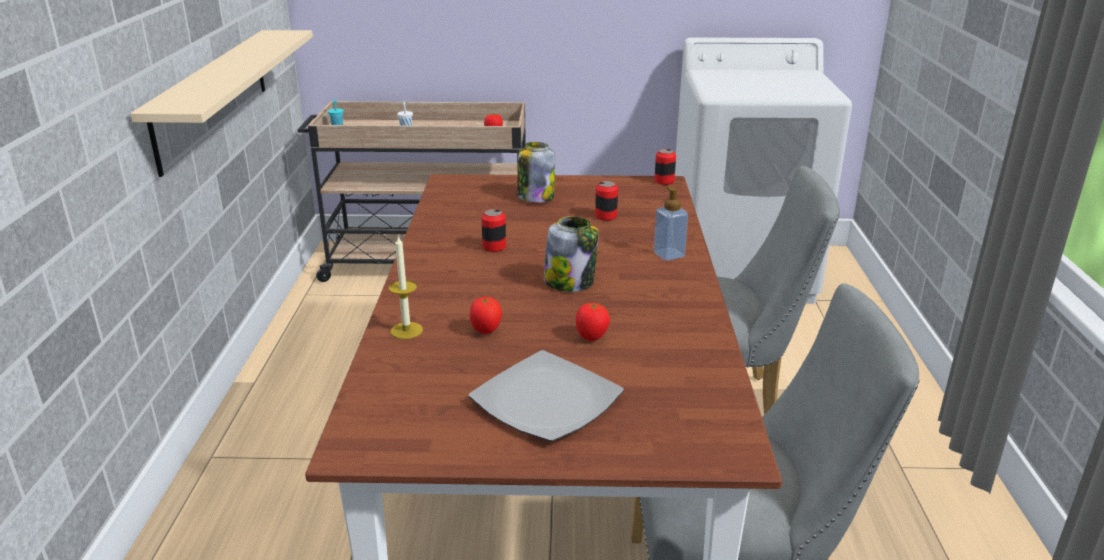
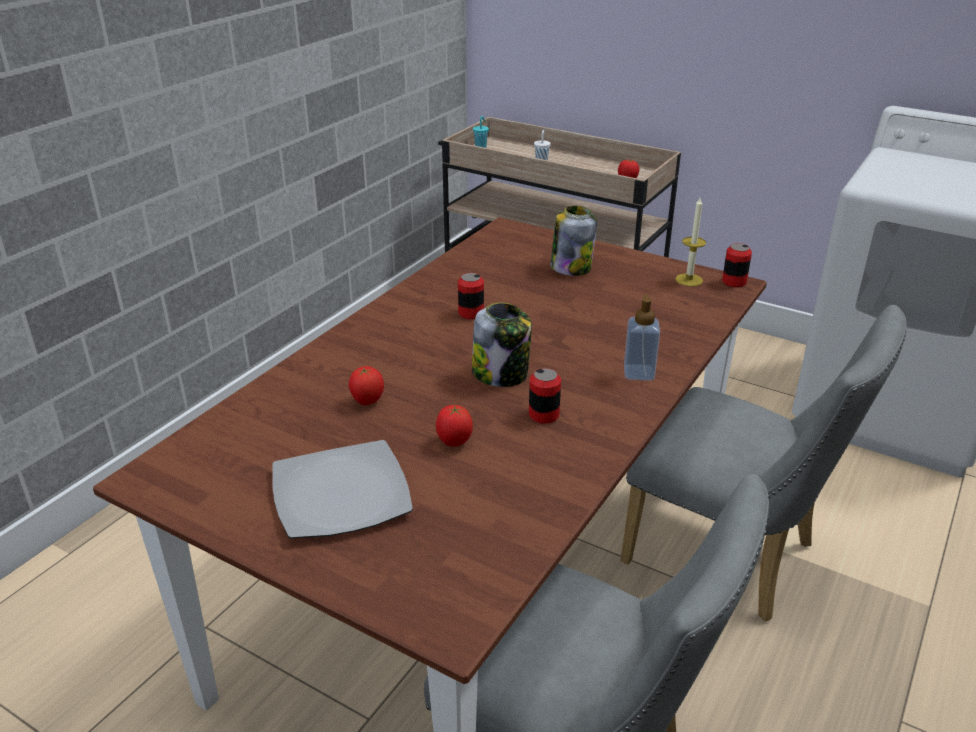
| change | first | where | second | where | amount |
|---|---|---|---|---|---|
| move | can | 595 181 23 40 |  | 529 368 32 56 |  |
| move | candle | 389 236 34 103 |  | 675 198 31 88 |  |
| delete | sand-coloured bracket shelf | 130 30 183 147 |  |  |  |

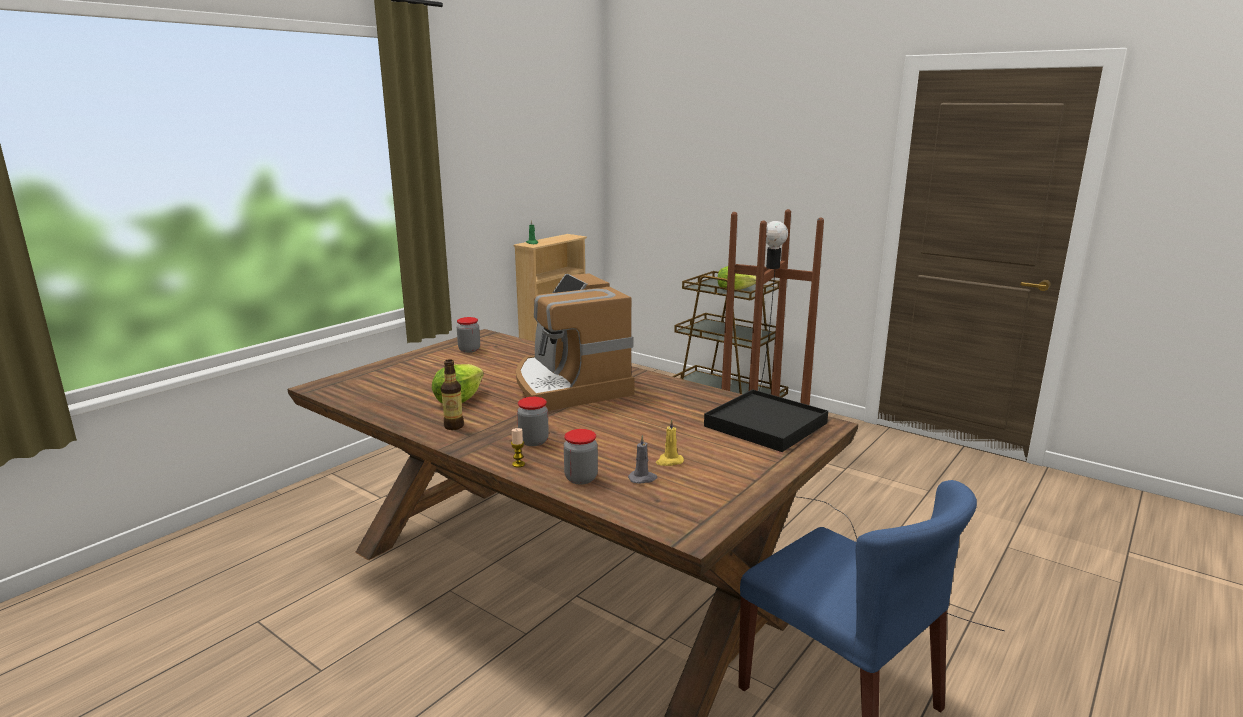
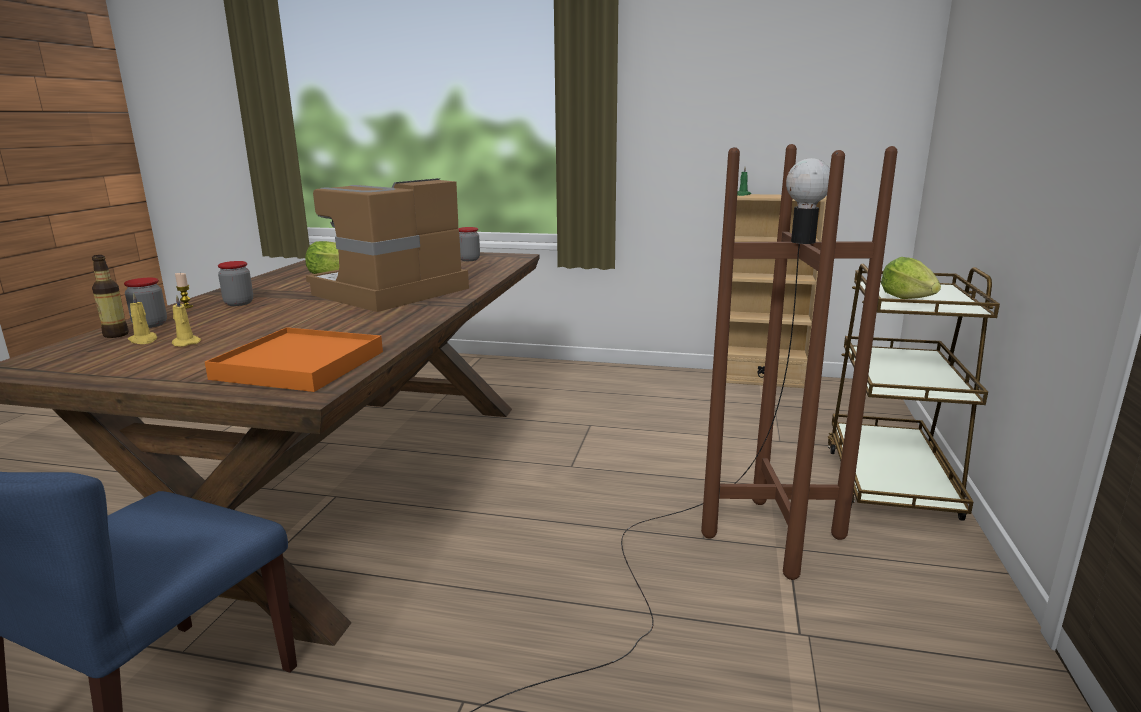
| change | first | where | second | where | amount |
|---|---|---|---|---|---|
| move | drink bottle | 441 359 23 71 |  | 92 255 37 83 |  |
| recolor | greyish candle | 628 435 29 49 | yellow-coloured candle | 128 293 29 51 |  |
| recolor | blackish serving tray | 704 389 124 63 | orange serving tray | 205 327 178 65 |  |

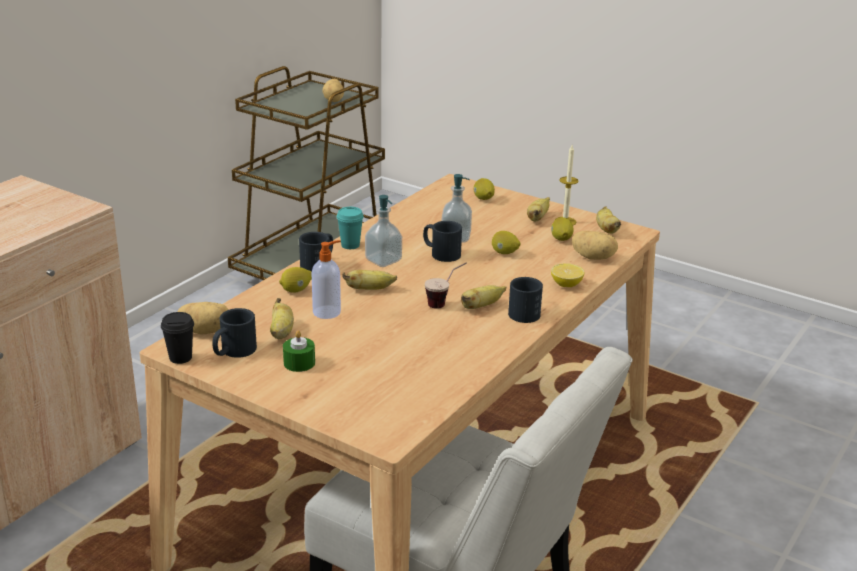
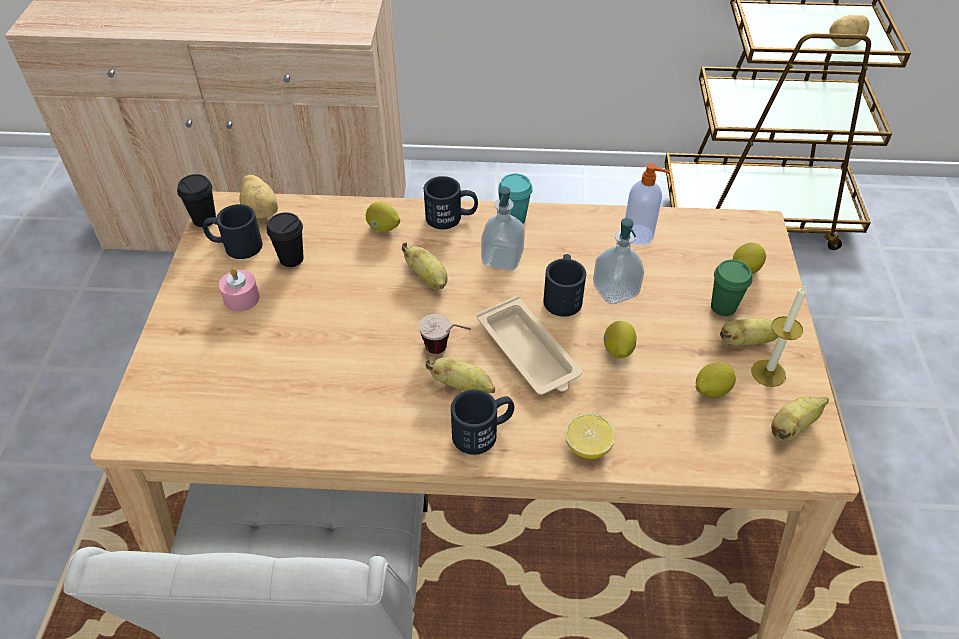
| change | first | where | second | where | amount |
|---|---|---|---|---|---|
| recolor | green-coloured candle | 283 330 32 42 | pink-coloured candle | 219 268 41 44 |  |
| replace | whole banana | 270 298 24 41 | blackish small cup | 267 212 37 55 |  |
| insert |  |  | sand-coloured serving tray | 477 296 105 99 |  |
| move | soap dispenser | 311 240 30 79 |  | 625 163 45 82 |  |
| insert |  |  | green-coloured small cup | 711 260 42 56 |  |
| delete | spud | 572 231 46 29 |  |  |  |

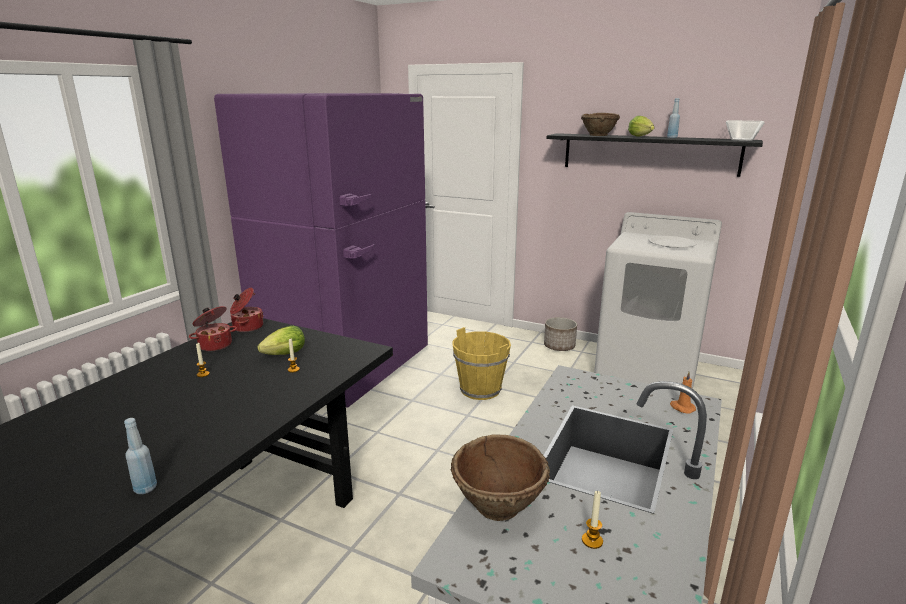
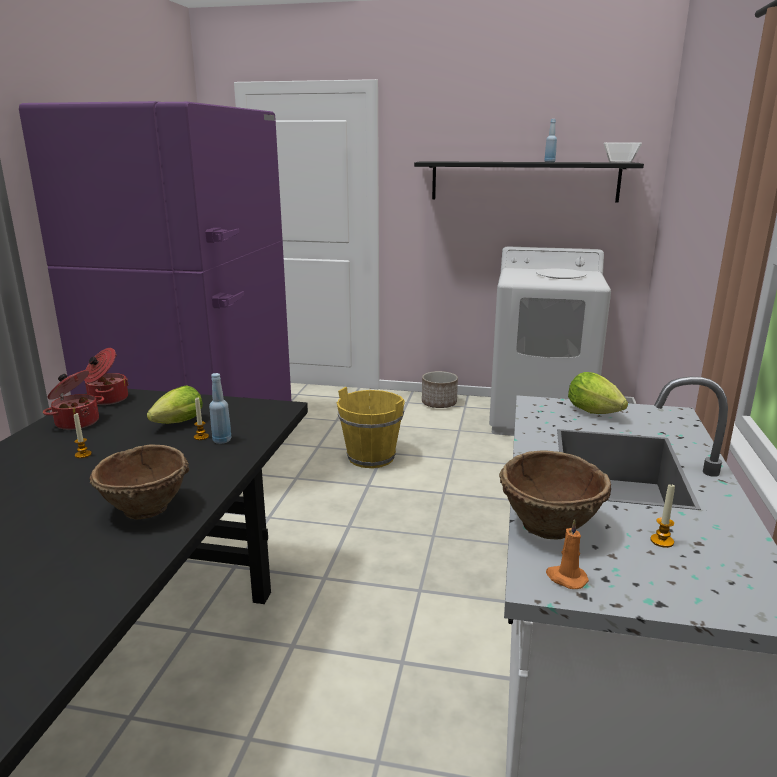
| change | first | where | second | where | amount |
|---|---|---|---|---|---|
| move | brown-coloured bowl | 581 113 39 23 |  | 89 444 100 75 |  |
| move | blue drink bottle | 124 418 33 76 |  | 209 373 23 71 |  |
| move | orange candle | 670 371 26 43 |  | 546 519 43 70 |  |
| move | lettuce | 628 116 27 20 |  | 568 372 60 42 |  |

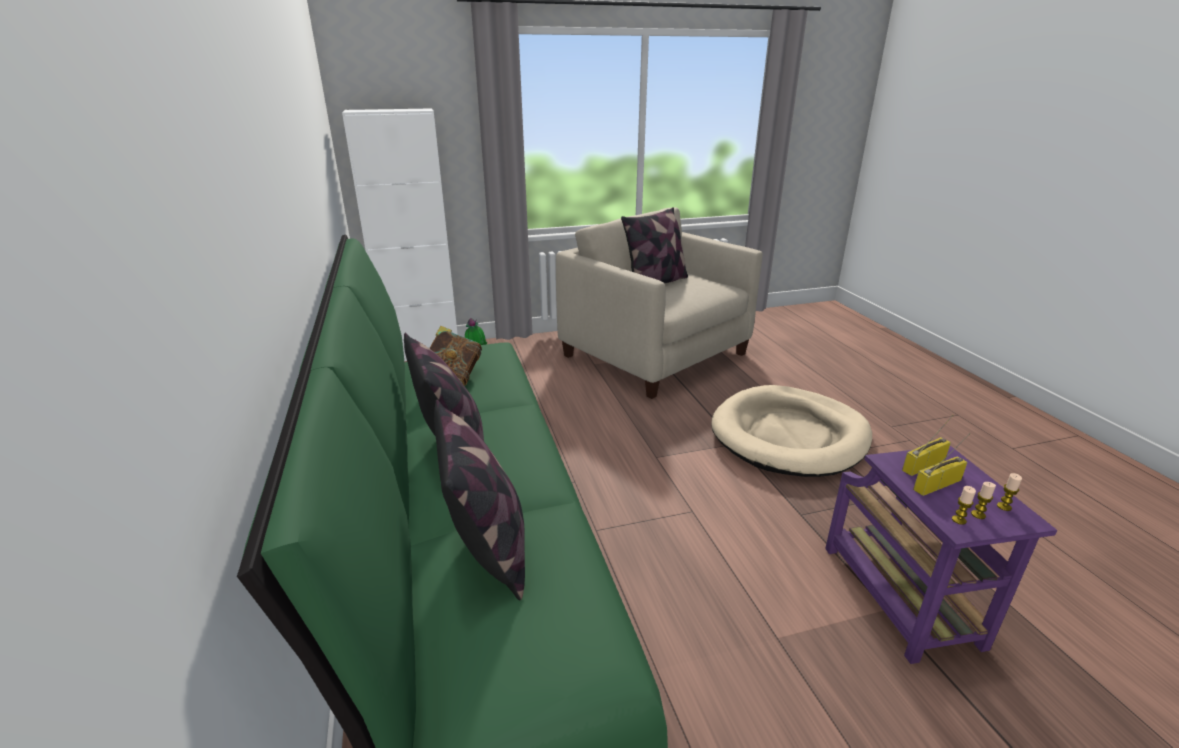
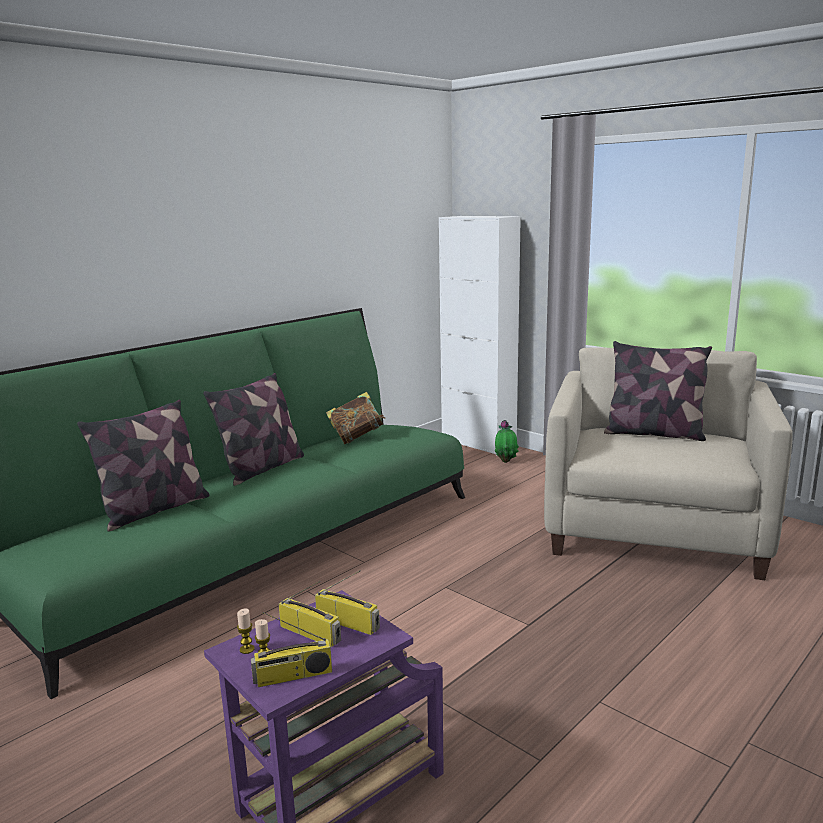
| change | first | where | second | where | amount |
|---|---|---|---|---|---|
| replace | candle | 997 473 25 38 | radio receiver | 251 612 81 75 |  |
| delete | sand-coloured dog cushion | 711 385 161 92 |  |  |  |

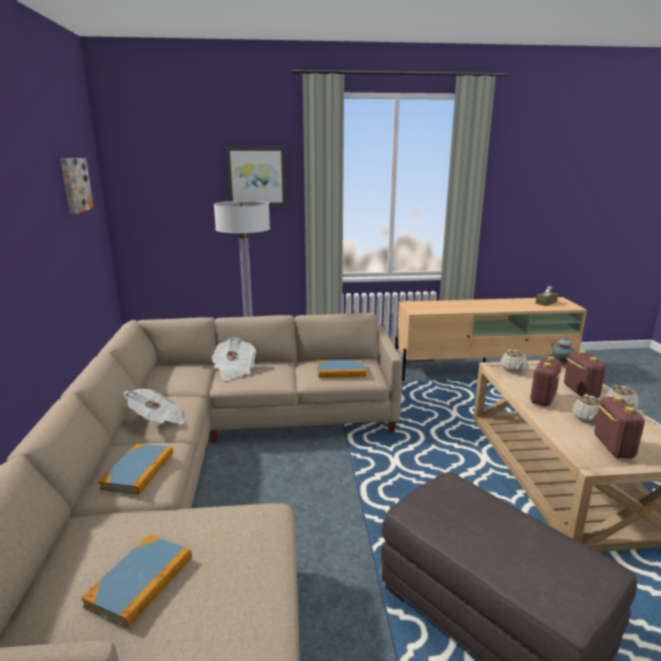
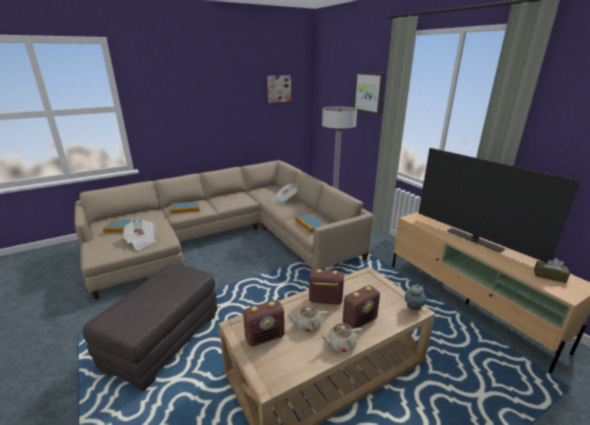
| change | first | where | second | where | amount |
|---|---|---|---|---|---|
| move | daily paper | 123 389 62 35 |  | 123 219 33 31 |  |
| insert |  |  | television | 419 148 161 115 |  |
| delete | sand-coloured pot for tea | 501 350 27 22 |  |  |  |

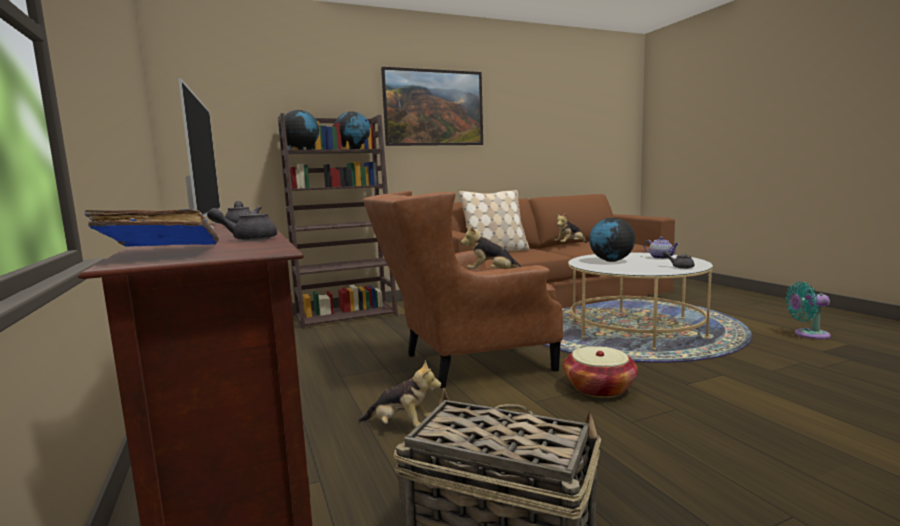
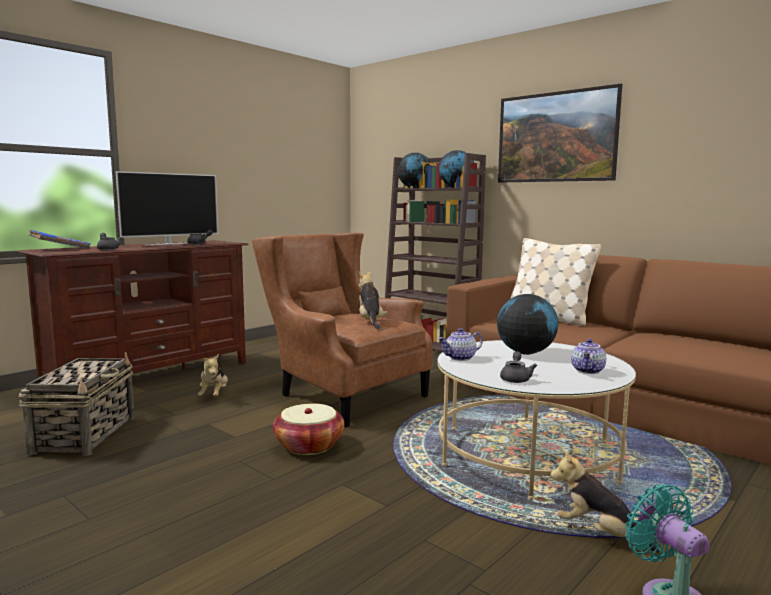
| change | first | where | second | where | amount |
|---|---|---|---|---|---|
| insert |  |  | pot for tea | 438 328 45 33 |  |
| move | cuddly toy | 554 213 33 30 |  | 550 449 110 104 |  |

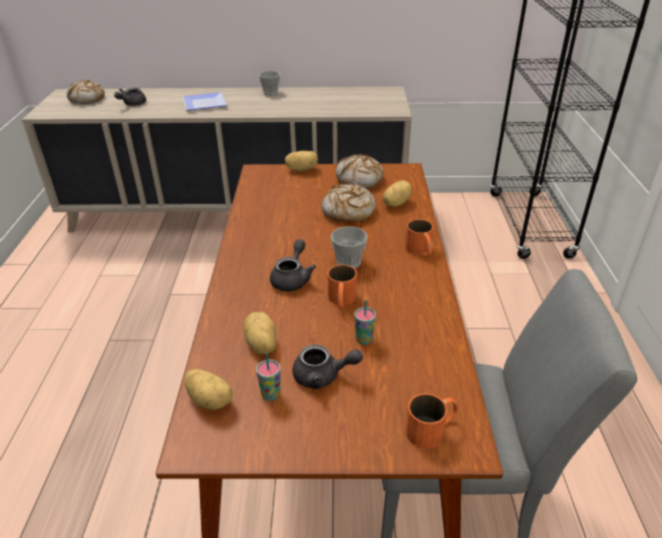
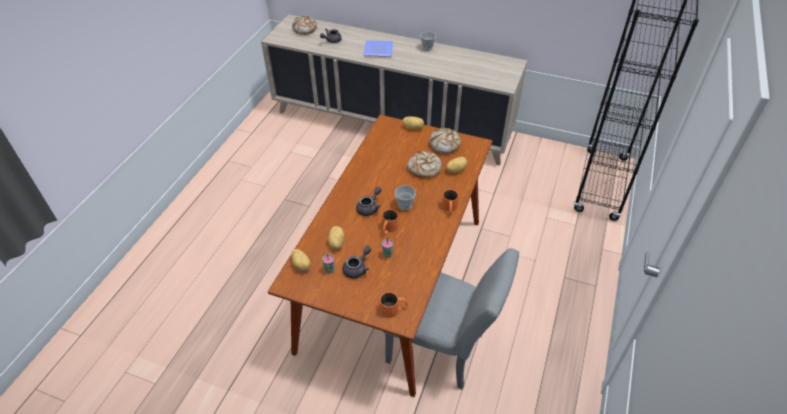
| change | first | where | second | where | amount |
|---|---|---|---|---|---|
| rotate | greyish pot for tea | 292 345 71 44 |  | 343 246 28 32 | 75 degrees counterclockwise |

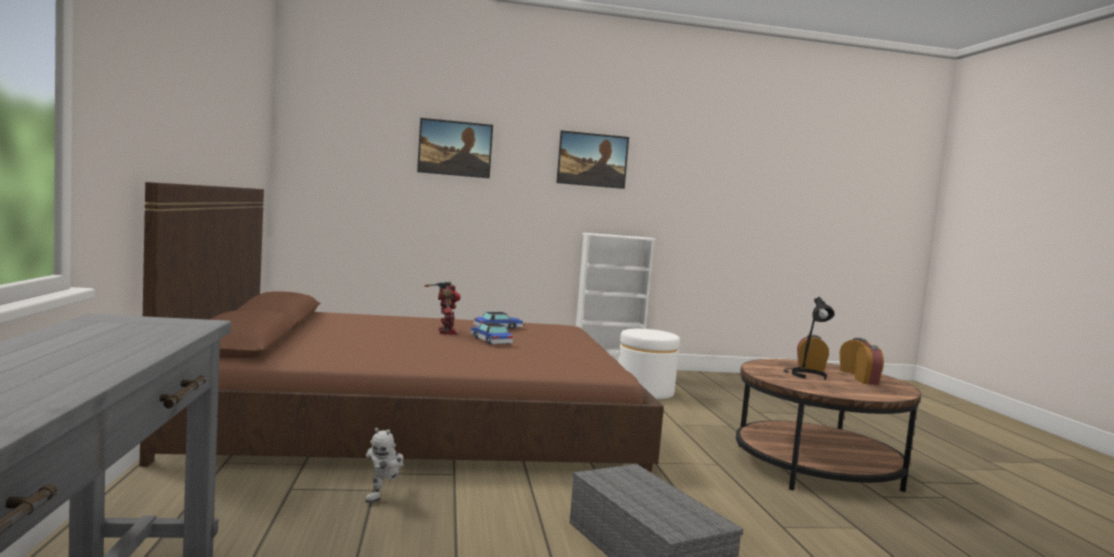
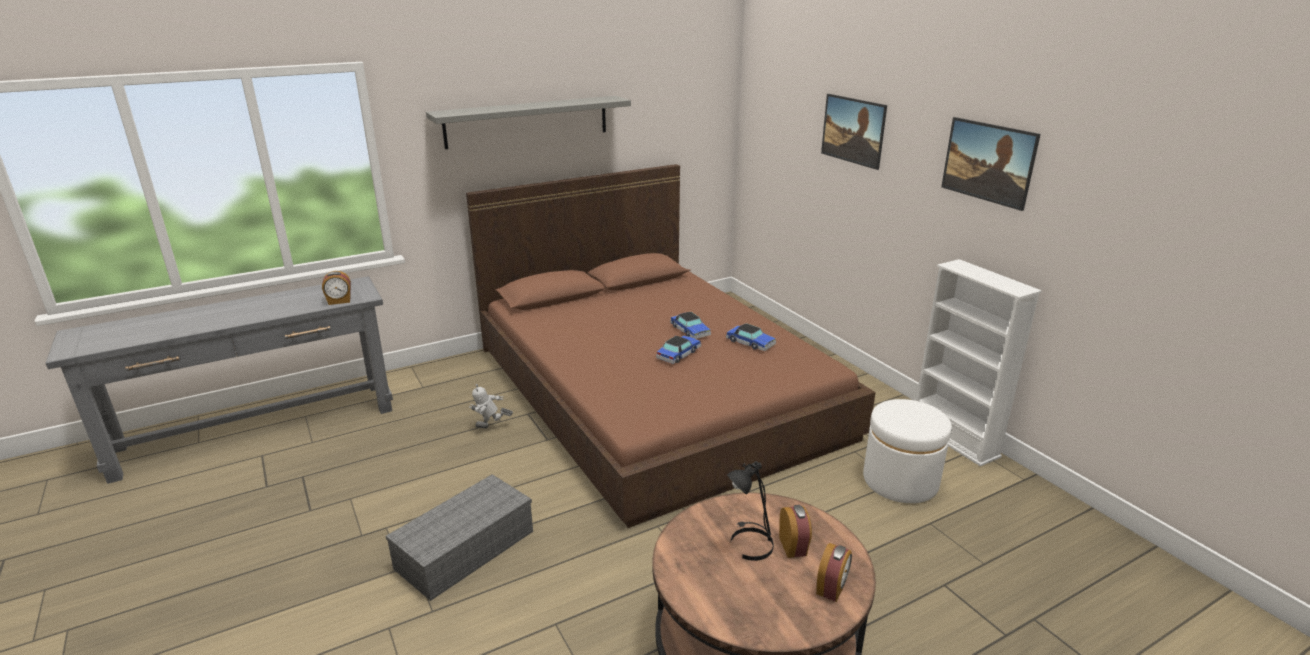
| change | first | where | second | where | amount |
|---|---|---|---|---|---|
| move | table clock | 855 345 29 40 |  | 322 271 29 34 |  |
| insert |  |  | greyish bracket shelf | 426 96 205 53 |  |
| replace | robot figure | 424 281 37 54 | model car | 670 312 41 27 |  |

